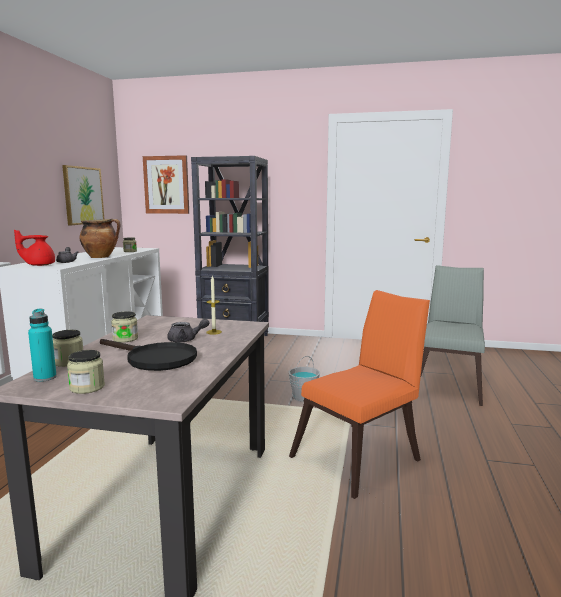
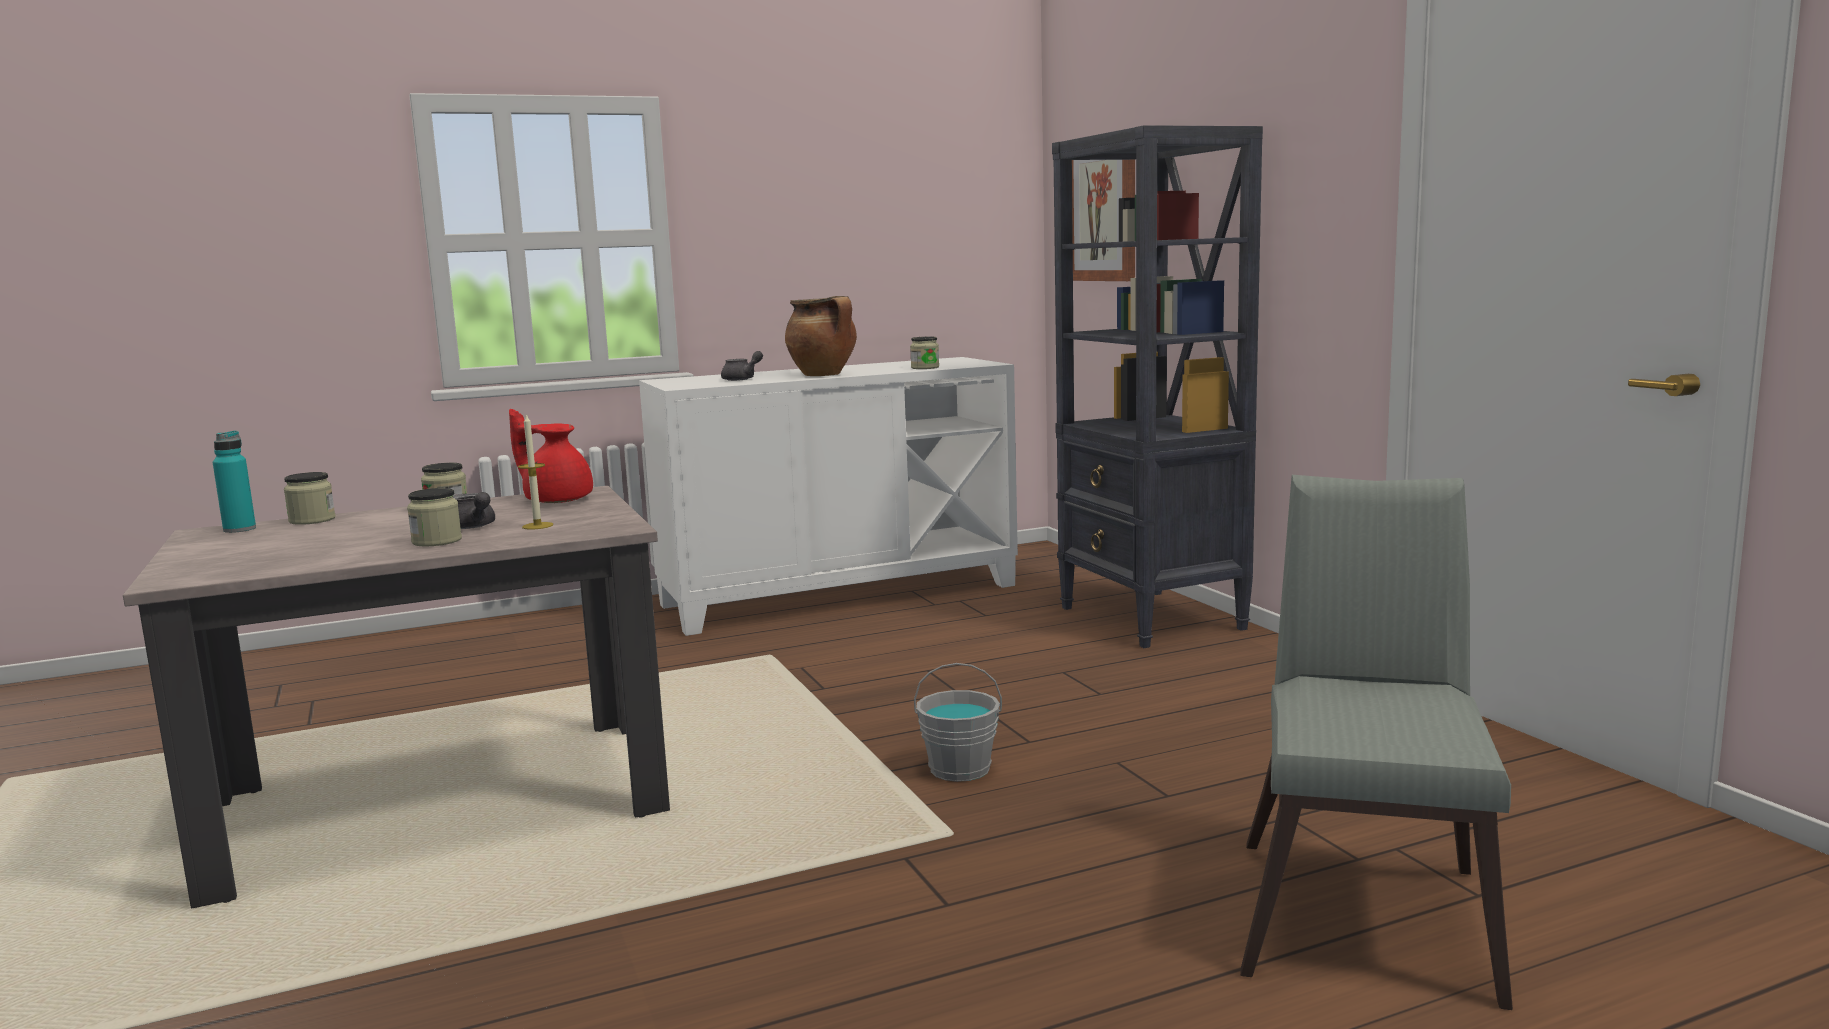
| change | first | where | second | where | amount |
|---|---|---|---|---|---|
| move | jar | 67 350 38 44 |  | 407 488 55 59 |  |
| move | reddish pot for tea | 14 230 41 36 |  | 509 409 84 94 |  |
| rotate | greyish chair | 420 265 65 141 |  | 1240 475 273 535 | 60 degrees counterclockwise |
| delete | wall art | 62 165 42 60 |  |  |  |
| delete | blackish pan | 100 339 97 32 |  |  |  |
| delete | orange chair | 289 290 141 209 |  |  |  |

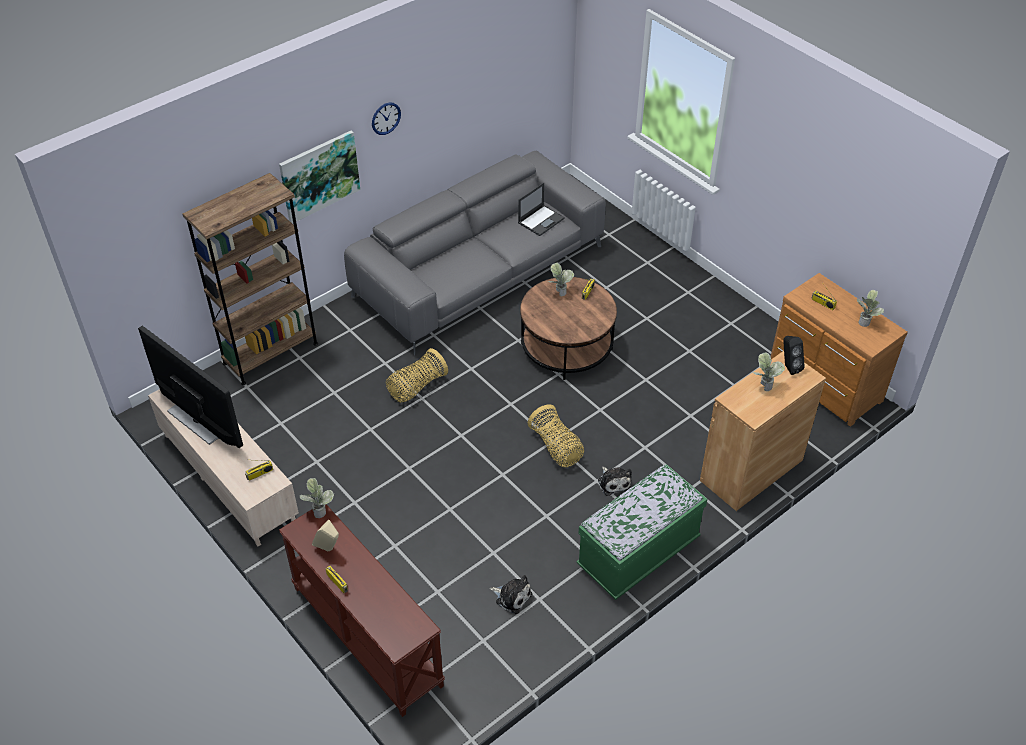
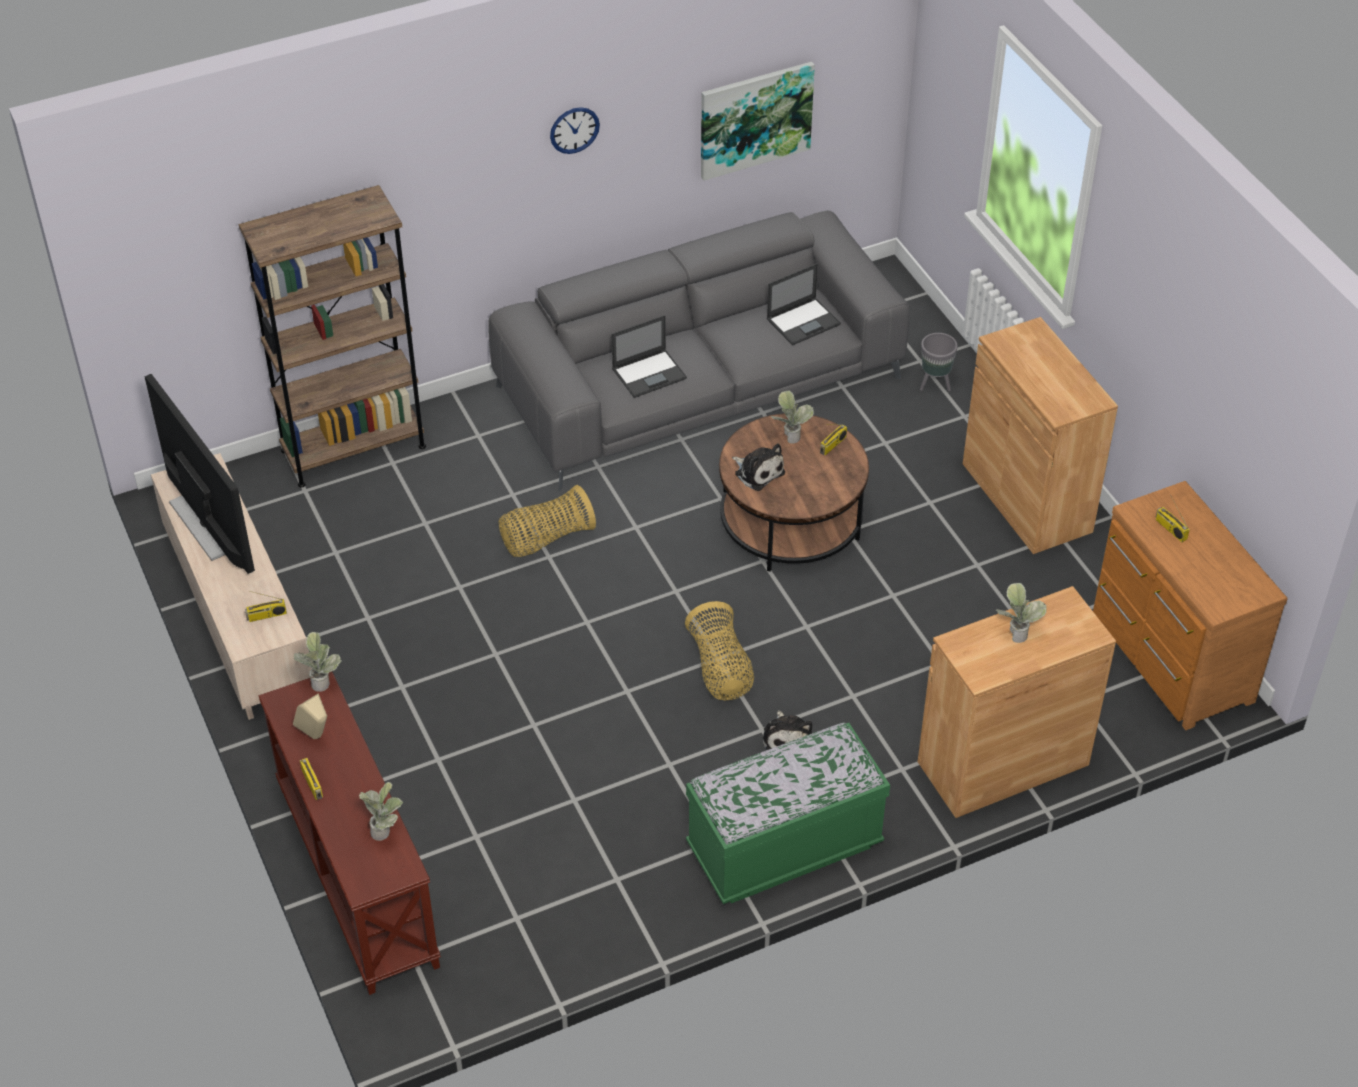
| change | first | where | second | where | amount |
|---|---|---|---|---|---|
| move | plant in a pot | 856 290 28 37 |  | 359 782 44 59 |  |
| insert |  |  | portable computer | 612 315 75 83 |  |
| move | wall art | 279 131 81 93 |  | 701 62 114 119 |  |
| move | cuddly toy | 490 575 42 39 |  | 732 443 53 48 |  |
| insert |  |  | greyish flower pot | 920 333 38 58 |  |
| insert |  |  | brown-coloured cabinet | 963 317 155 237 |  |
| delete | blackish speaker | 783 336 22 39 |  |  |  |

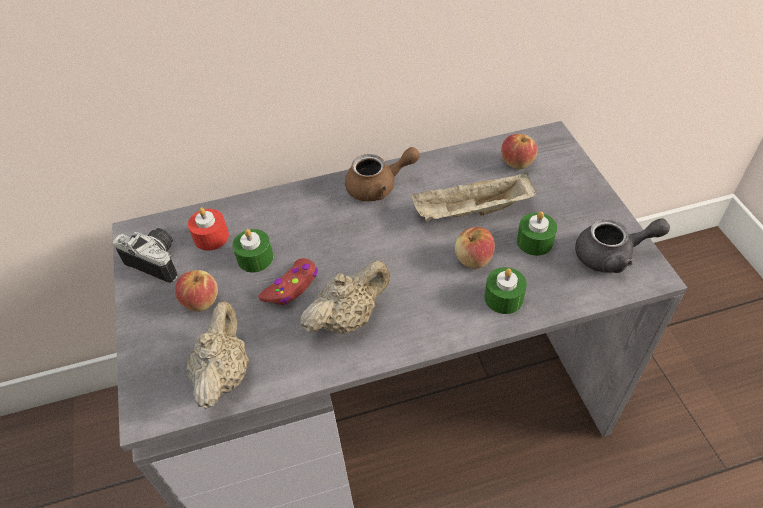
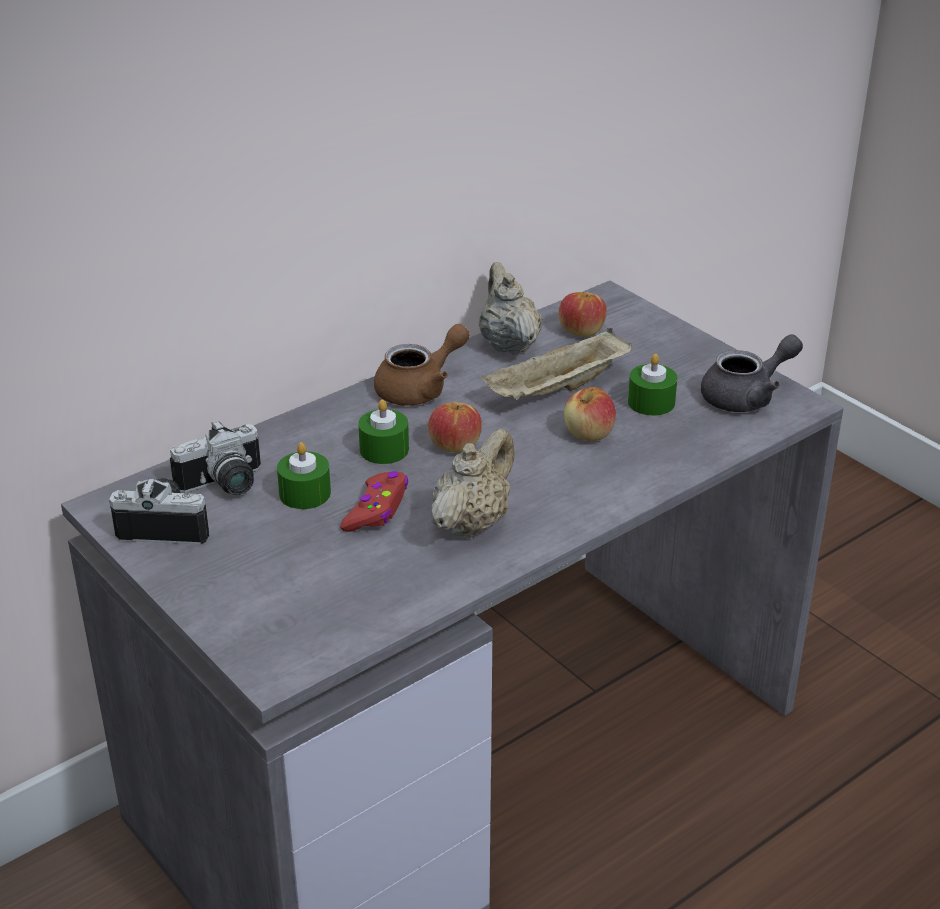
| change | first | where | second | where | amount |
|---|---|---|---|---|---|
| replace | reddish candle | 188 207 41 44 | still camera | 170 420 91 75 |  |
| move | green-coloured candle | 485 267 42 47 |  | 358 400 51 64 |  |
| move | apple | 175 270 43 42 |  | 428 402 54 51 |  |
| move | sand-coloured pot for tea | 186 301 63 108 |  | 479 262 63 93 |  |

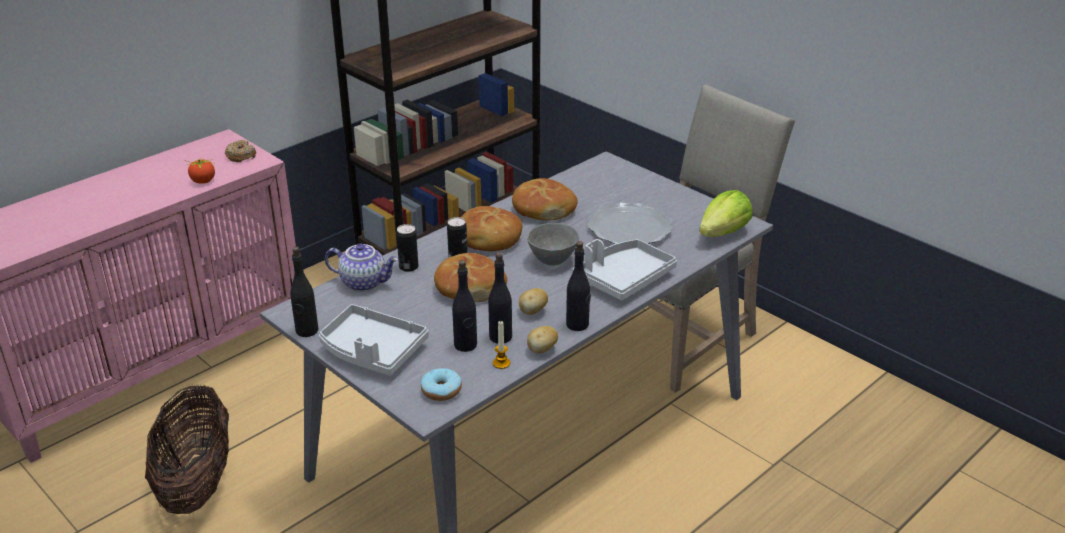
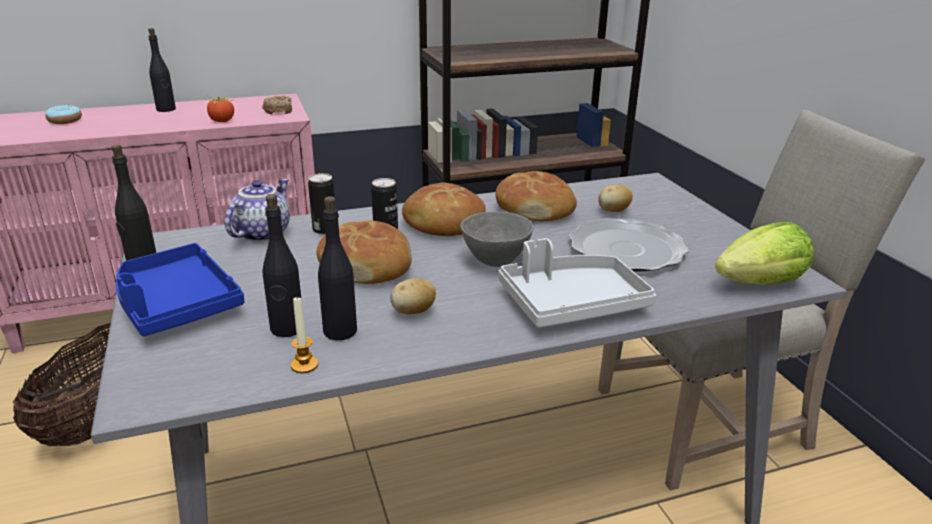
| change | first | where | second | where | amount |
|---|---|---|---|---|---|
| move | ring doughnut | 421 368 41 33 |  | 45 105 37 19 |  |
| recolor | greyish serving tray | 319 304 110 72 | blue serving tray | 116 243 128 93 |  |
| move | blackish drink bottle | 566 241 25 90 |  | 148 28 28 84 |  |
| rotate | pot for tea | 325 244 73 48 |  | 225 179 65 63 | 105 degrees counterclockwise |
| move | spud | 527 326 31 27 |  | 598 184 35 28 |  |

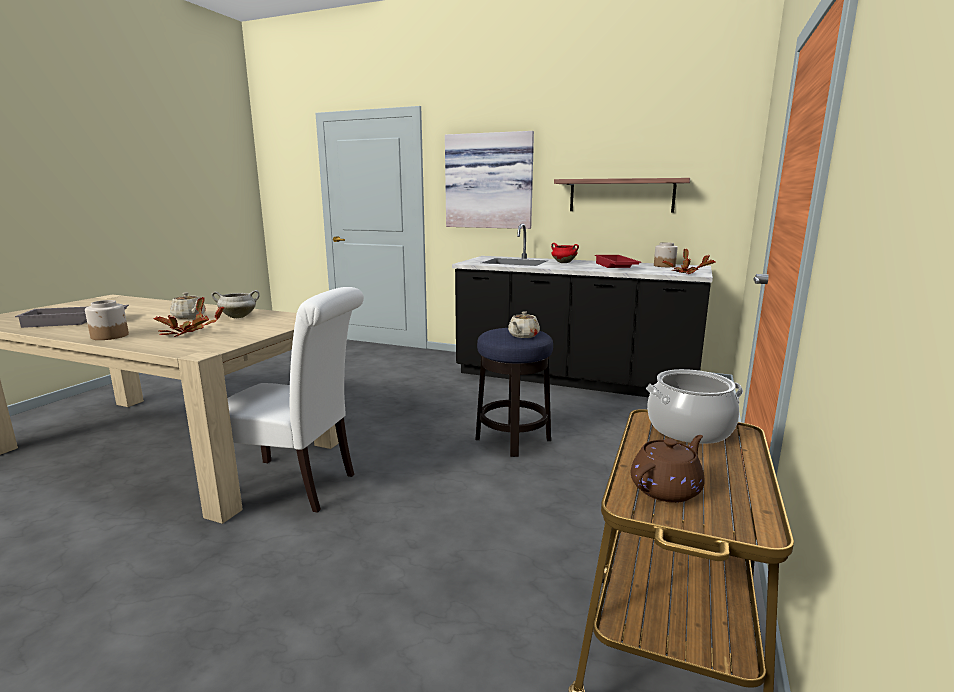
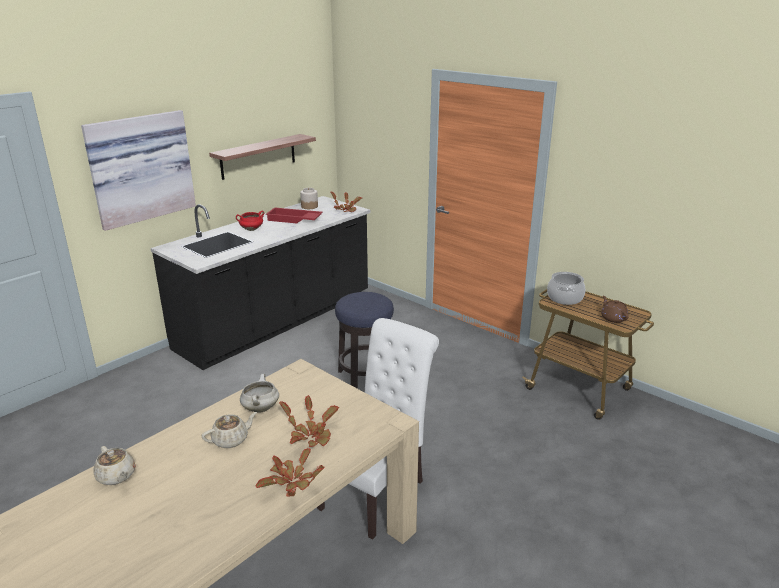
| change | first | where | second | where | amount |
|---|---|---|---|---|---|
| move | sand-coloured pot for tea | 508 311 32 27 |  | 93 446 43 39 |  |
| replace | jar | 85 300 44 40 | plant in a pot | 256 448 69 48 |  |
| delete | greyish serving tray | 15 305 114 23 |  |  |  |

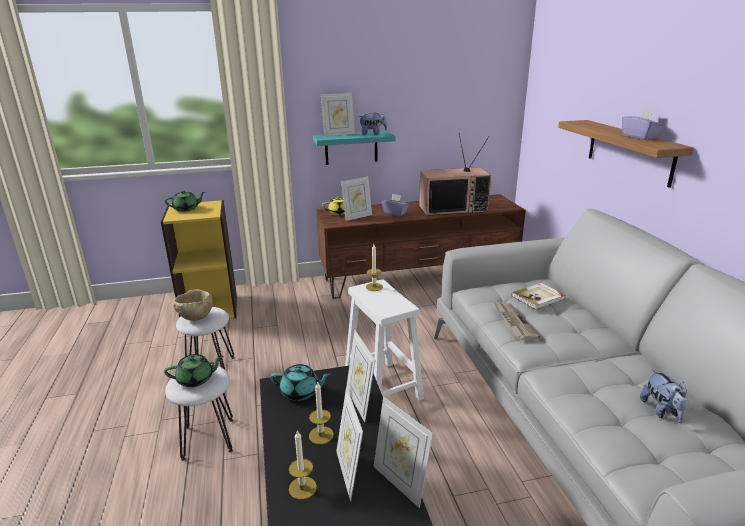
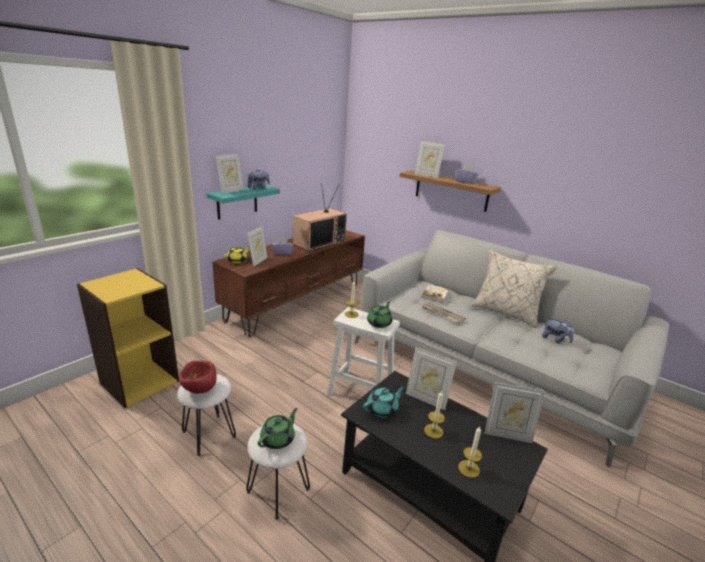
| change | first | where | second | where | amount |
|---|---|---|---|---|---|
| recolor | sand-coloured bowl | 172 289 41 32 | reddish bowl | 179 361 38 33 |  |
| move | green-coloured pot for tea | 164 190 41 22 |  | 367 302 26 26 |  |
| move | picture frame | 336 387 27 114 |  | 415 141 30 37 |  |
| insert |  |  | sand-coloured cushion | 471 250 86 78 |  |

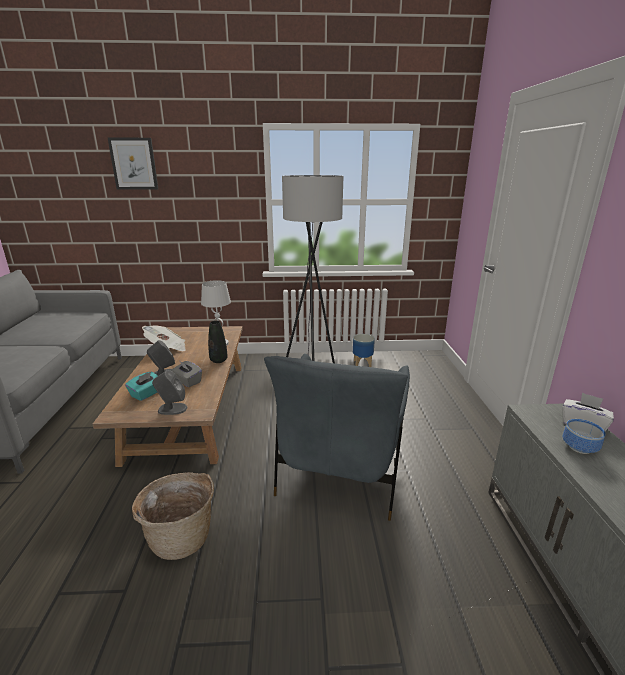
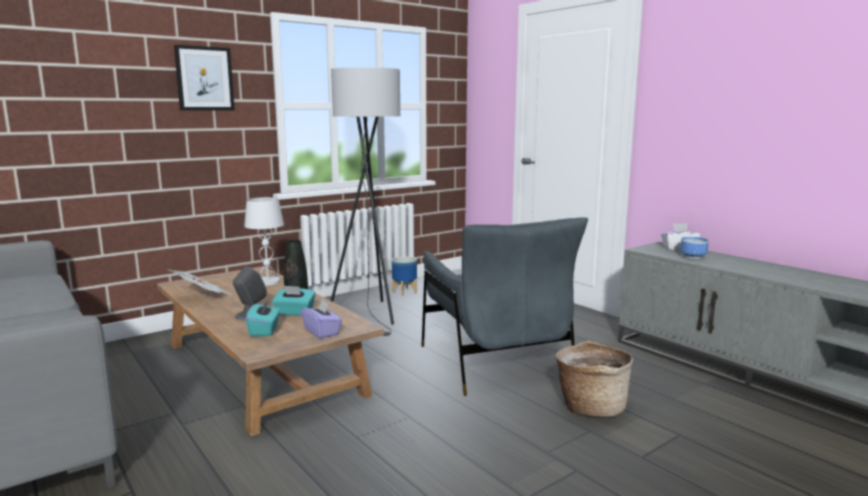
| change | first | where | second | where | amount |
|---|---|---|---|---|---|
| move | wall art | 108 138 50 52 |  | 174 45 61 65 |  |
| recolor | greyish box of tissues | 171 361 31 26 | blue-green box of tissues | 272 285 44 31 |  |
| replace | greyish speaker | 152 370 35 45 | purple box of tissues | 301 299 41 40 |  |
| move | storage basket | 132 472 82 88 |  | 556 341 77 76 |  |

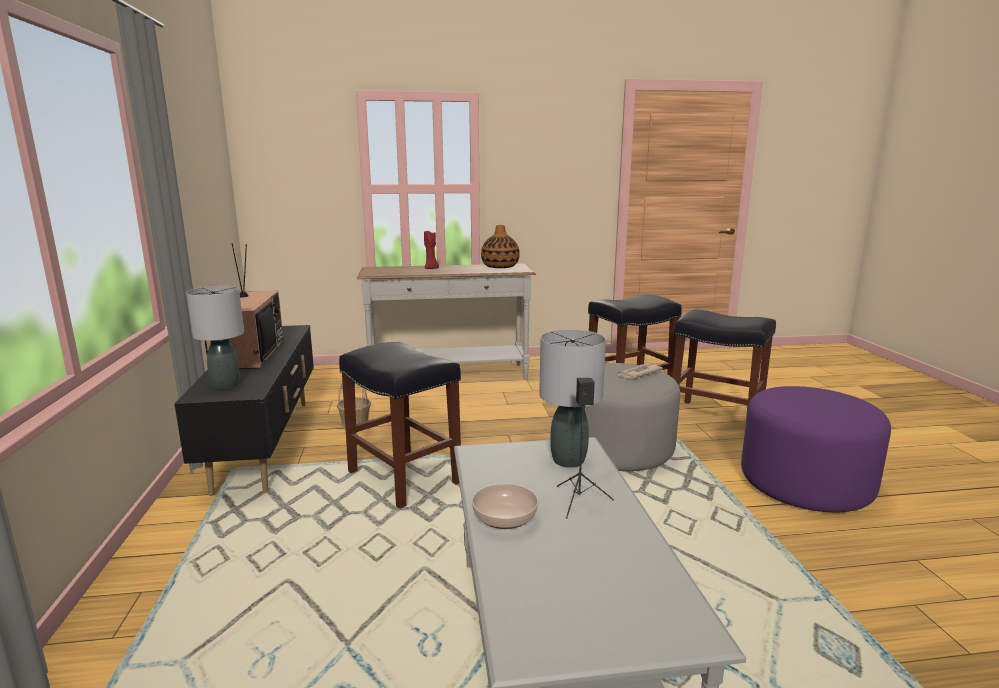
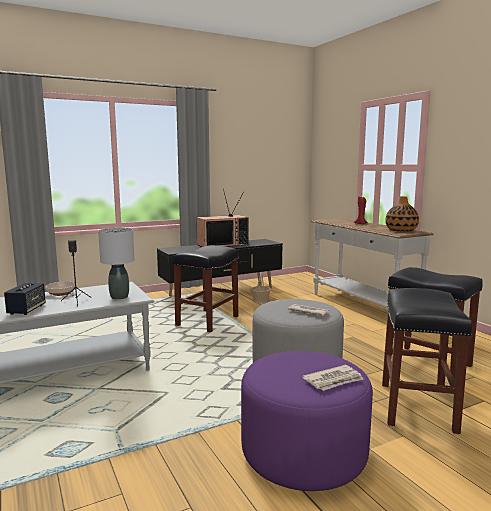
| change | first | where | second | where | amount |
|---|---|---|---|---|---|
| insert |  |  | speaker | 4 283 42 32 |  |
| insert |  |  | daily paper | 302 365 61 26 |  |
| delete | greyish table lamp | 186 286 58 103 |  |  |  |

